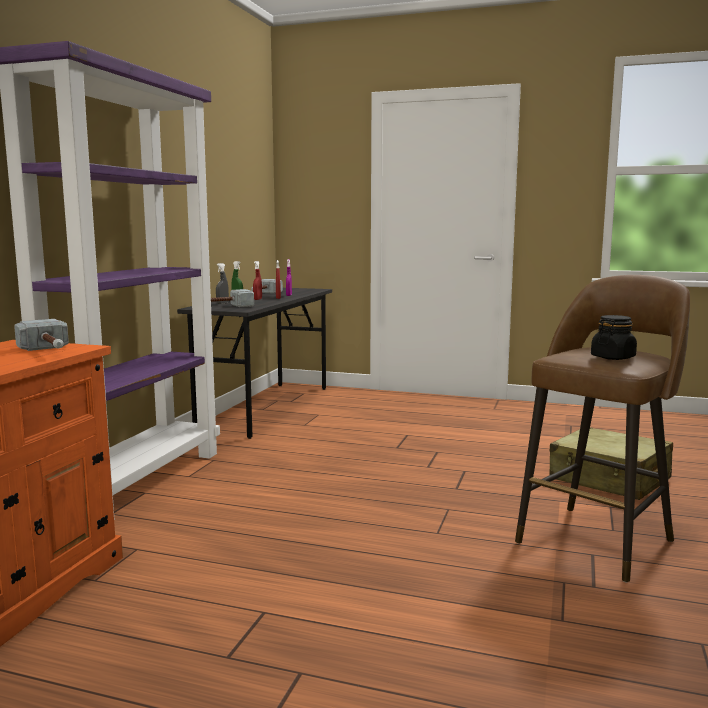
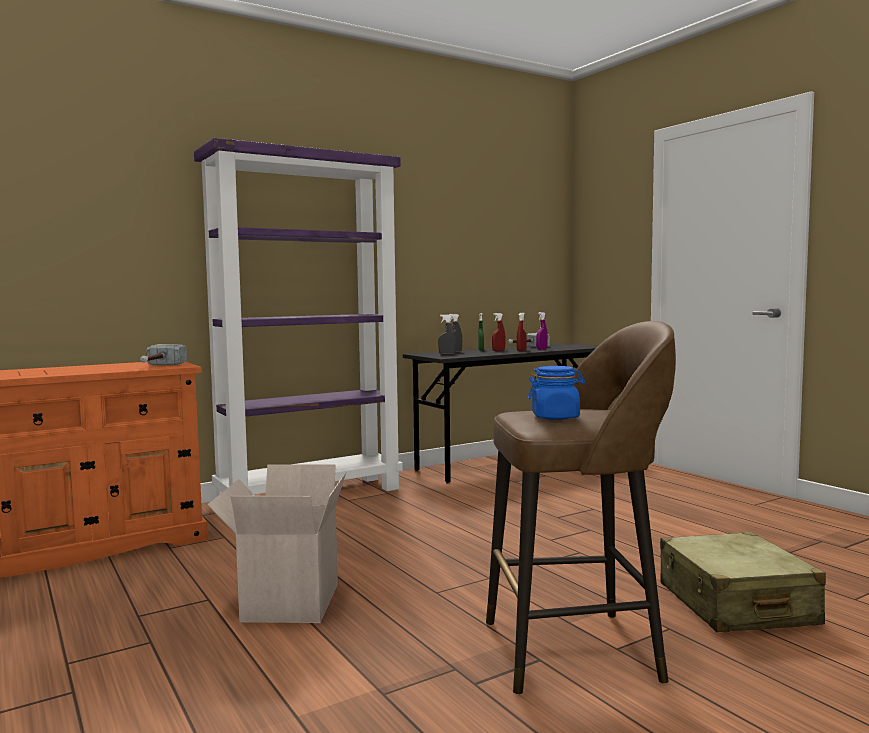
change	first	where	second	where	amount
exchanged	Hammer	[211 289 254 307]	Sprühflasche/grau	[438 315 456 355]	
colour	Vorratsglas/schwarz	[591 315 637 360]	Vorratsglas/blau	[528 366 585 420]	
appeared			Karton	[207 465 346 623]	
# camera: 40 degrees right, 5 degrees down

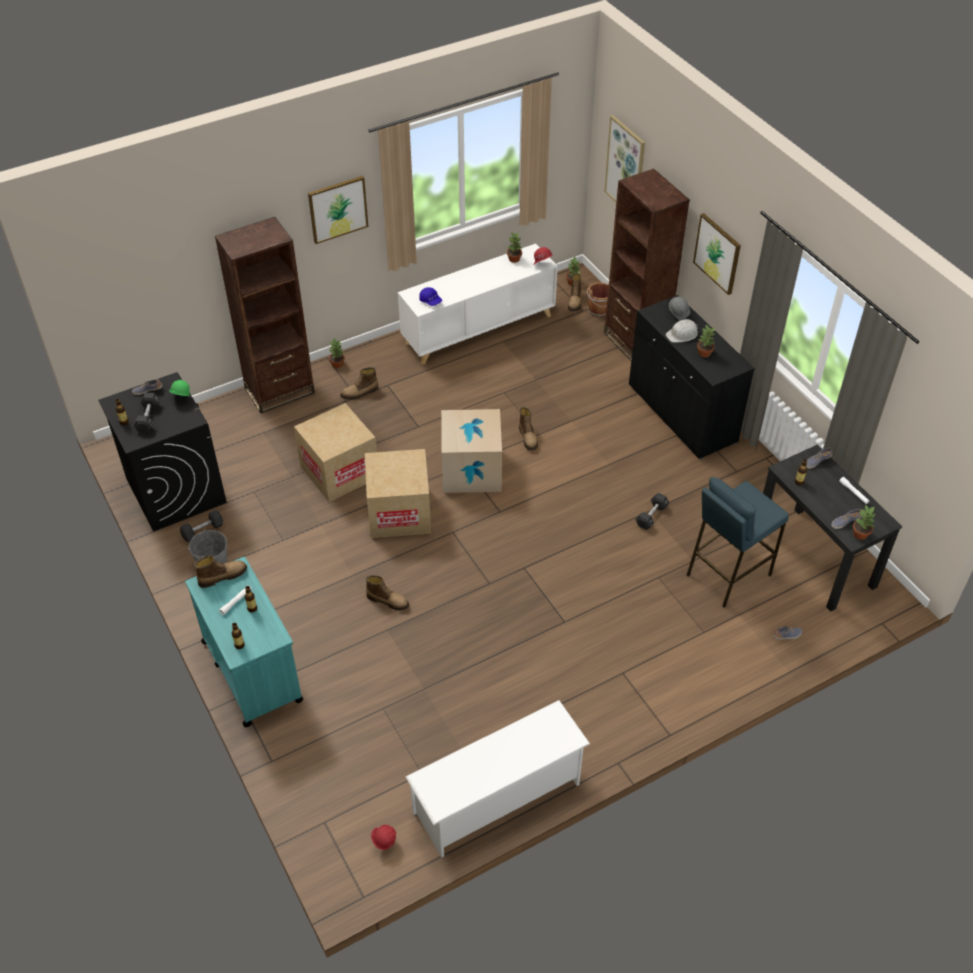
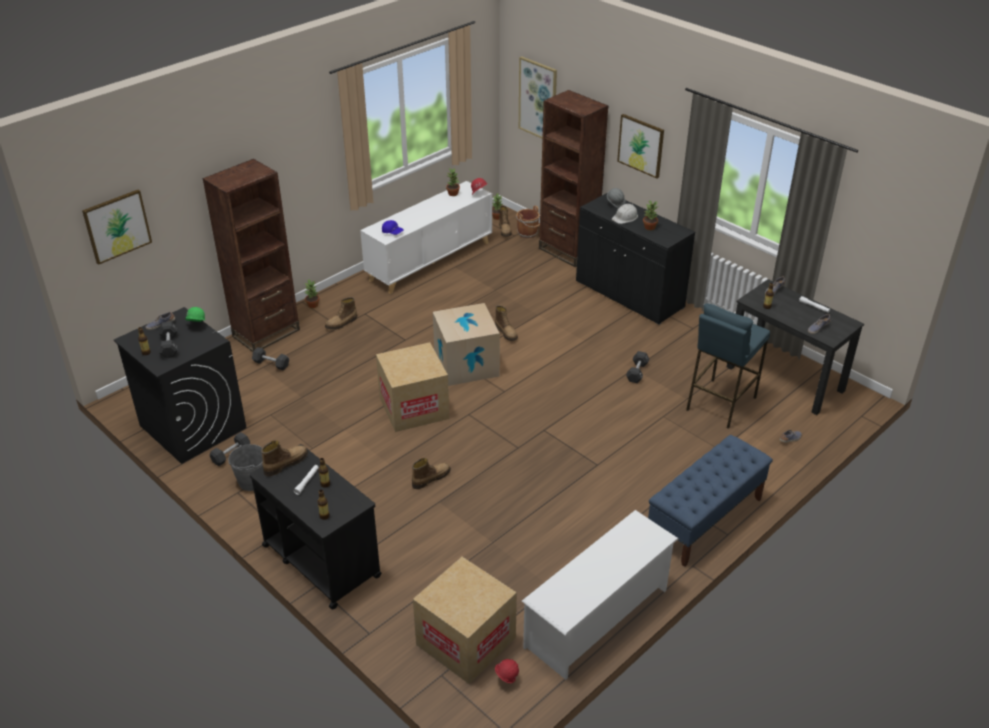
change	first	where	second	where	amount
colour	Rollwagen/türkis	[185 556 304 727]	Rollwagen/schwarz	[250 444 382 609]	
relocated	Karton	[294 403 377 502]		[413 557 517 684]	
relocated	Bild	[308 176 369 244]		[82 189 152 265]	
spun	Stiefel	[366 575 409 610]		[412 458 451 489]	45 degrees counterclockwise
missing	Topfpflanze	[853 504 876 540]			
appeared			Hantel/schwarz	[252 347 289 371]	
appeared			Bank/blau	[648 435 773 567]	
# camera: 15 degrees left, 10 degrees down

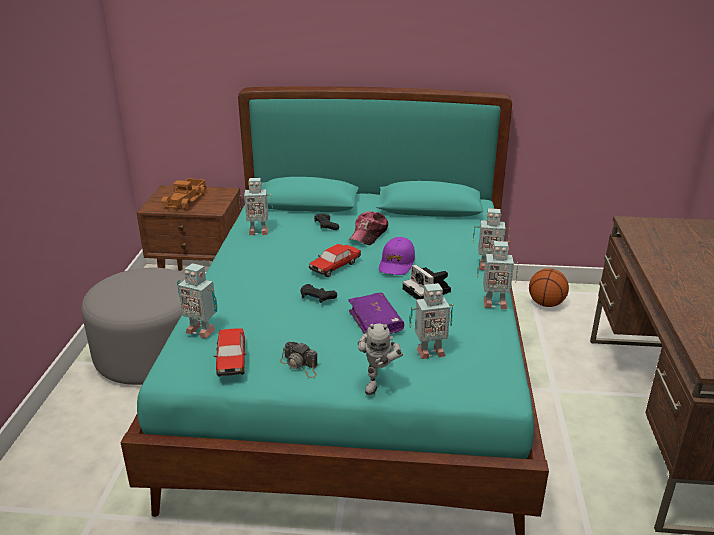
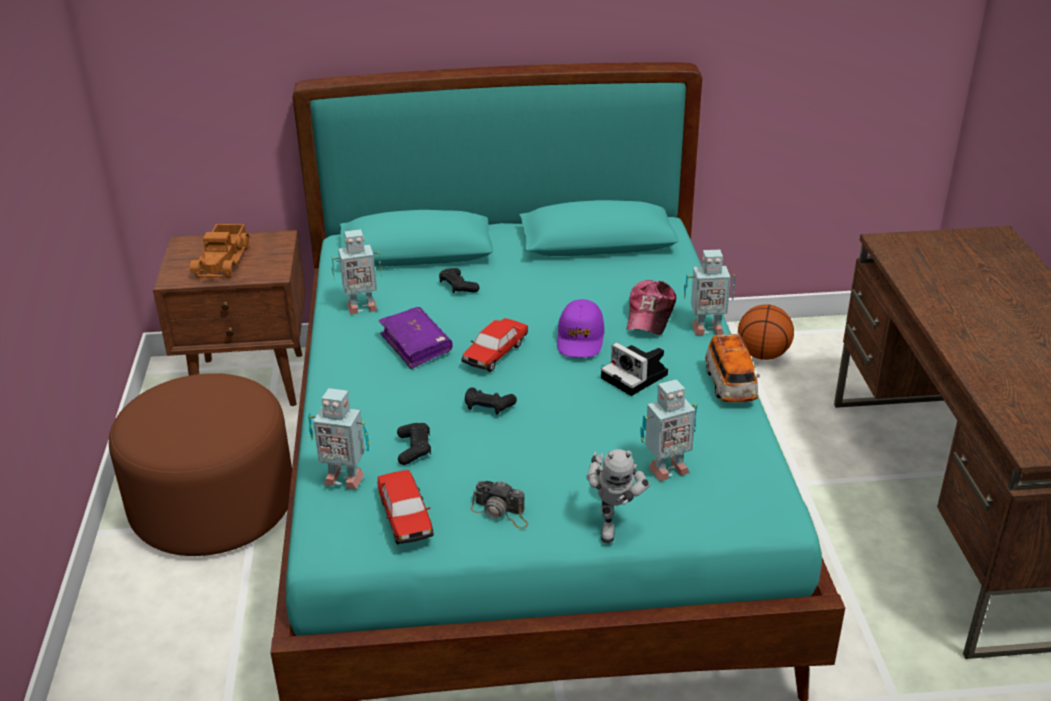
change	first	where	second	where	amount
colour	Polsterhocker/grau	[81 268 185 385]	Polsterhocker/braun	[109 373 292 556]	
relocated	Buch/lila	[348 293 404 334]		[379 307 453 369]	
relocated	Kappe	[349 211 388 245]		[626 280 676 335]	
exchanged	Spielzeugroboter	[477 241 518 309]	Spielzeugauto	[705 334 760 402]	
appeared			Gamepad/schwarz	[397 423 431 465]	
# camera: 10 degrees left, 5 degrees up

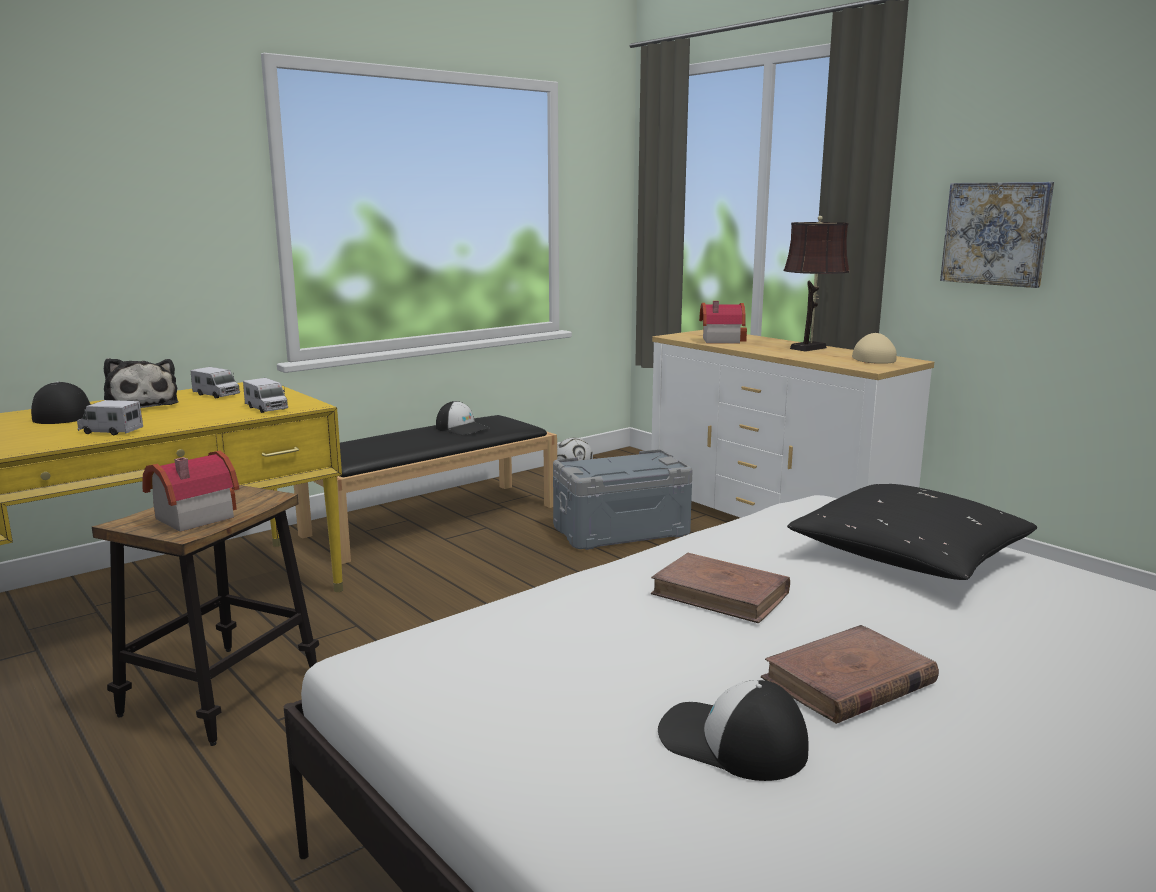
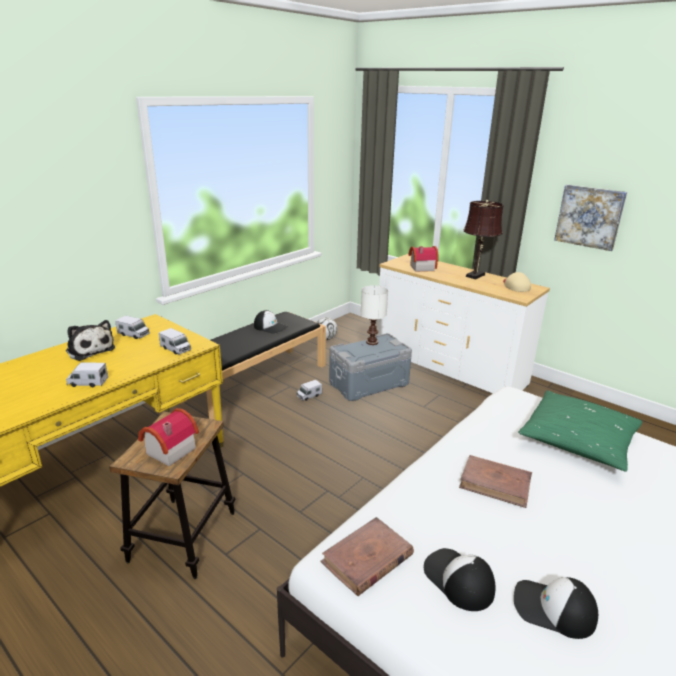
change	first	where	second	where	amount
relocated	Kappe	[31 381 91 424]		[424 548 496 611]	
relocated	Buch/braun	[761 625 939 724]		[320 517 414 596]	
colour	Kissen/schwarz	[787 484 1037 580]	Kissen/grün	[518 391 642 472]	
appeared			Spielzeuglaster	[297 380 322 401]	
appeared			Tischlampe/weiß	[361 285 388 345]	
# camera: 10 degrees left, 10 degrees up

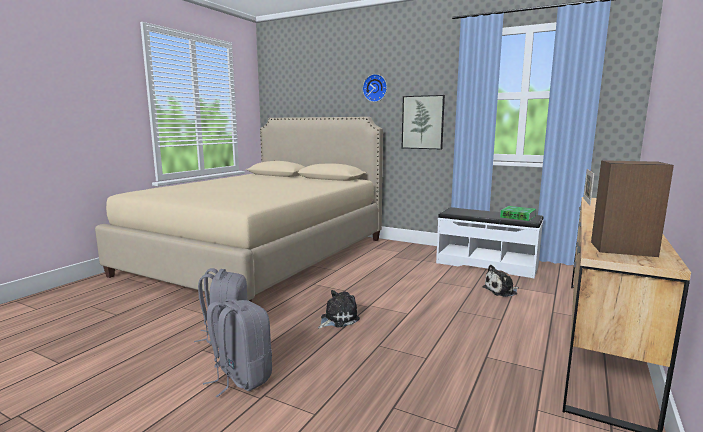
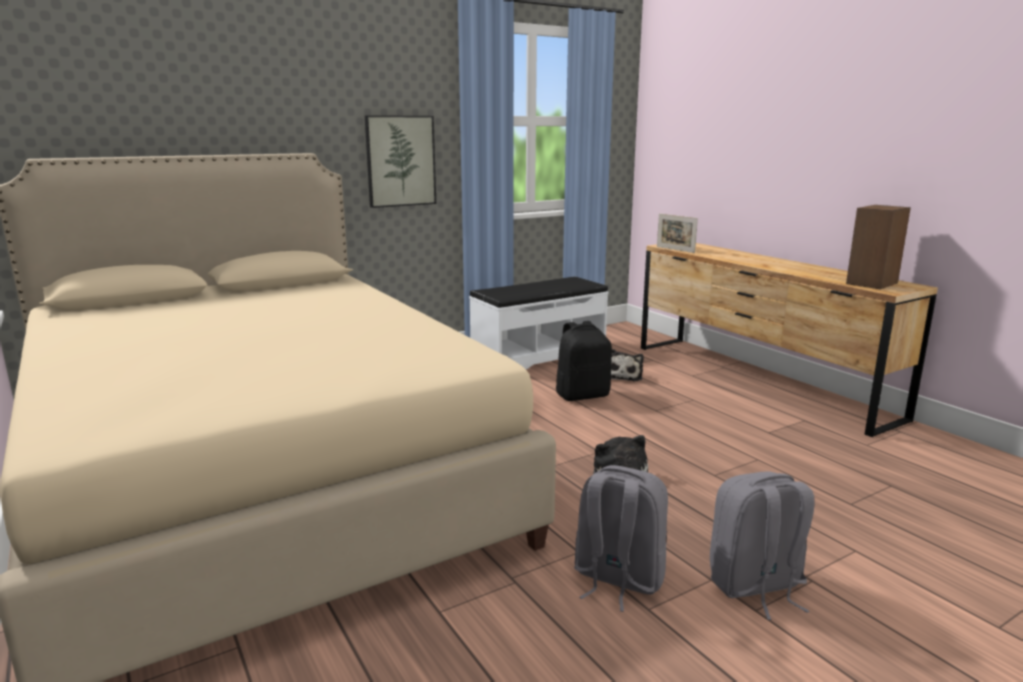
change	first	where	second	where	amount
missing	Wanduhr	[363 74 387 102]			
missing	Buch	[500 206 536 221]			
appeared			Rucksack/schwarz	[556 321 612 401]	
# camera: 60 degrees left, 5 degrees up

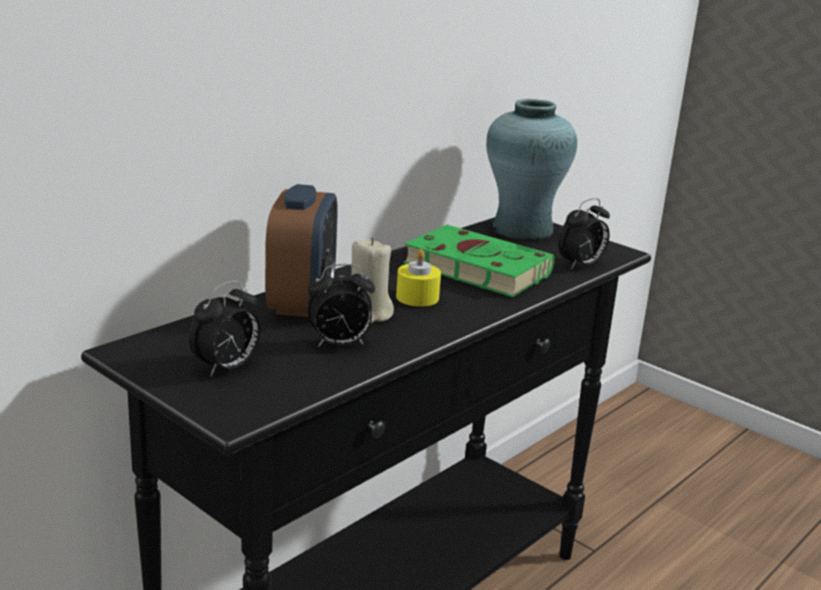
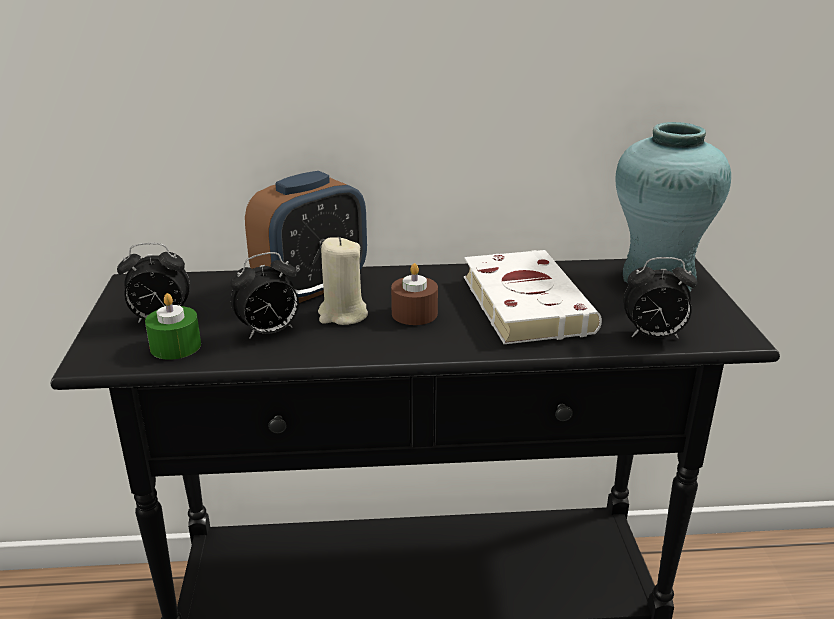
change	first	where	second	where	amount
spun	Wecker	[307 264 375 347]		[231 252 299 339]	60 degrees counterclockwise
colour	Kerze/gelb	[396 249 441 307]	Kerze/braun	[391 263 438 325]	
colour	Buch/grün	[403 225 554 297]	Buch/weiß	[464 250 602 344]	
appeared			Kerze/grün	[145 293 201 360]	
# camera: 45 degrees right, 5 degrees up

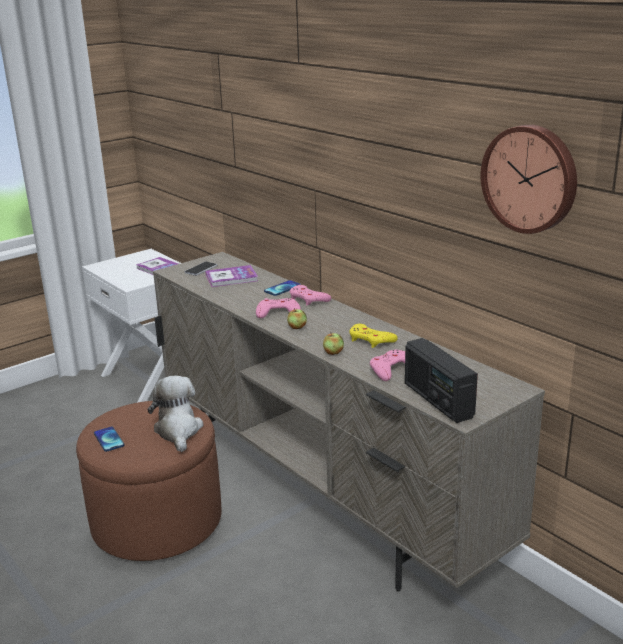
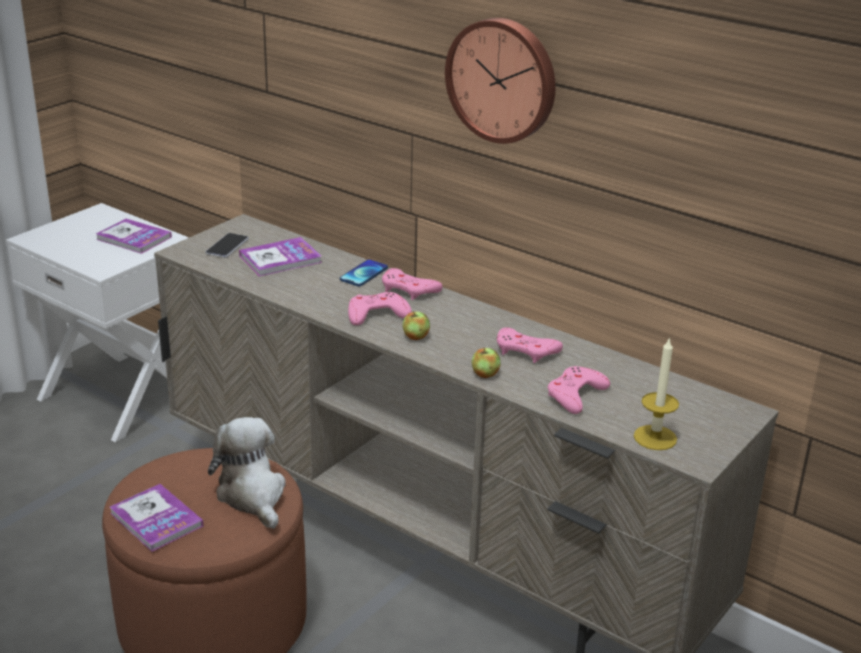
change	first	where	second	where	amount
exchanged	Handy	[94 427 124 452]	Buch	[110 484 203 552]	
colour	Gamepad/gelb	[349 324 398 348]	Gamepad/rosa	[497 327 563 363]	
exchanged	Radio	[405 338 478 423]	Kerze	[634 337 679 450]	
relocated	Wanduhr	[481 125 577 234]		[445 18 556 144]	
# camera: 15 degrees left, 5 degrees up

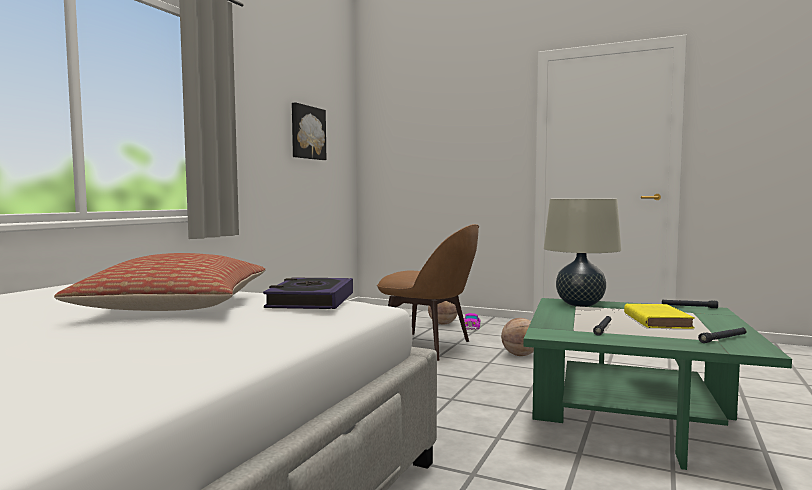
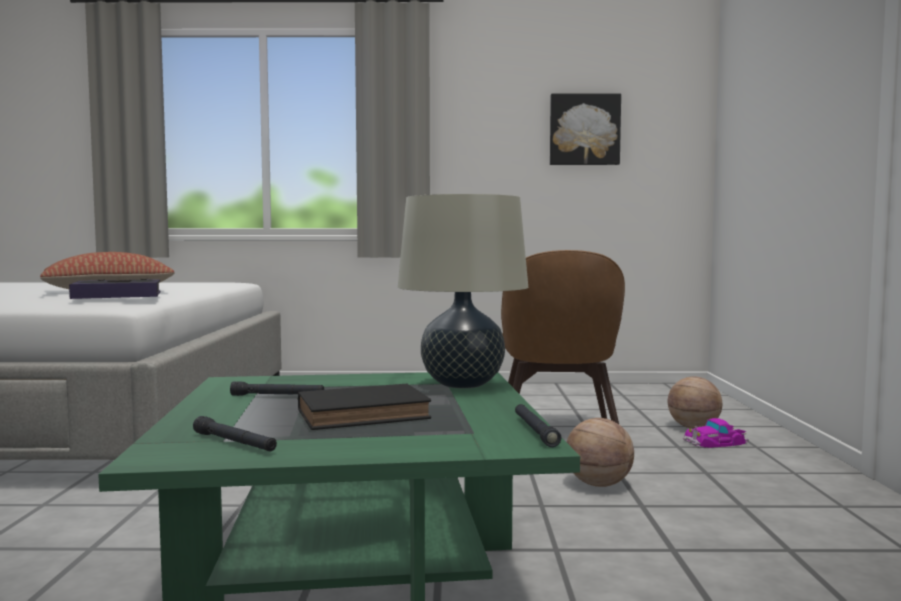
change	first	where	second	where	amount
colour	Buch/gelb	[624 304 695 329]	Buch/schwarz	[298 383 431 430]	
# camera: 65 degrees right, 0 degrees up

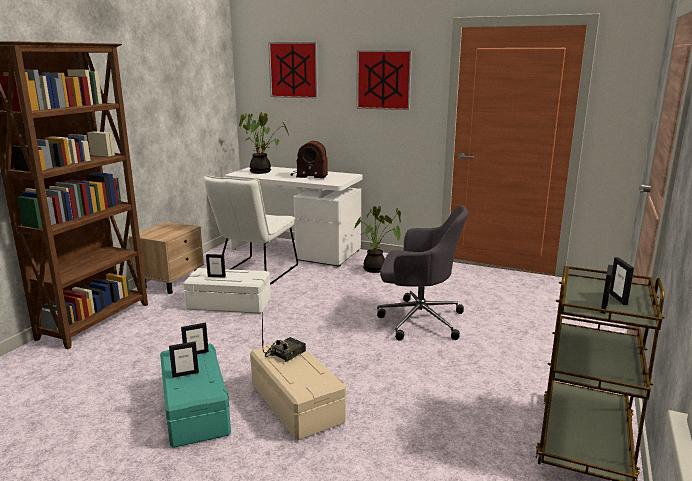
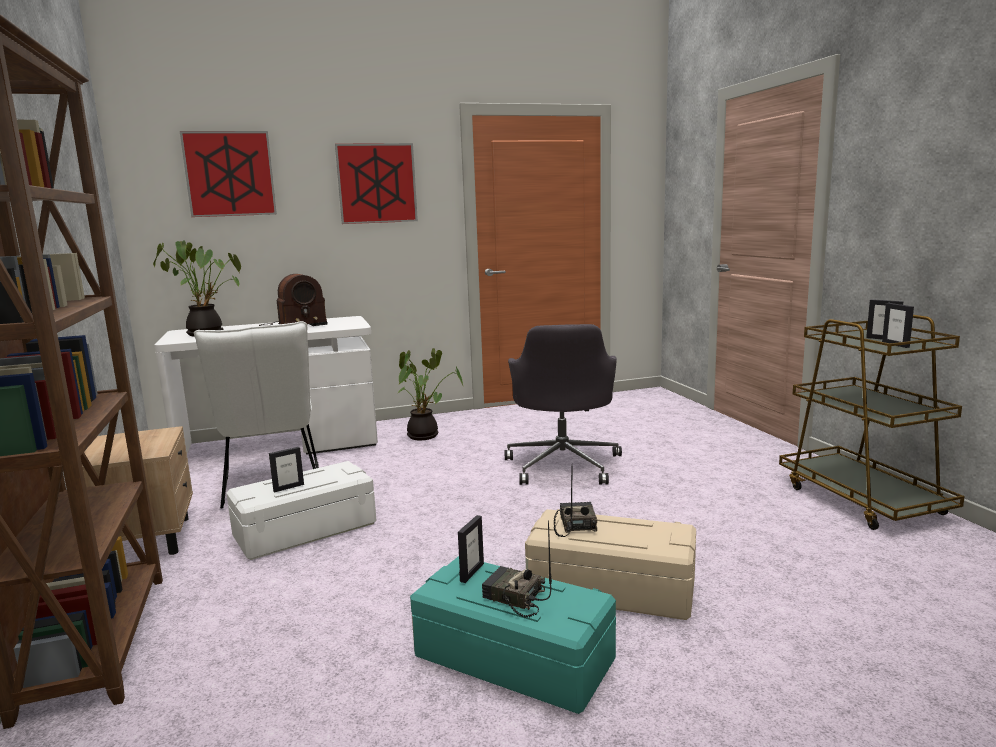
change	first	where	second	where	amount
exchanged	Bilderrahmen	[169 341 199 378]	Radio	[482 520 552 618]	
spun	Bürostuhl/grau	[377 205 468 341]		[505 324 622 485]	120 degrees clockwise
# camera: 40 degrees left, 5 degrees down

